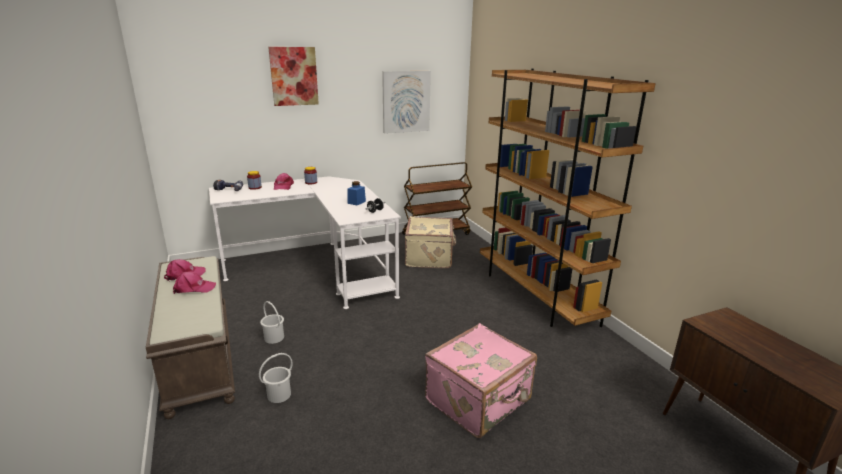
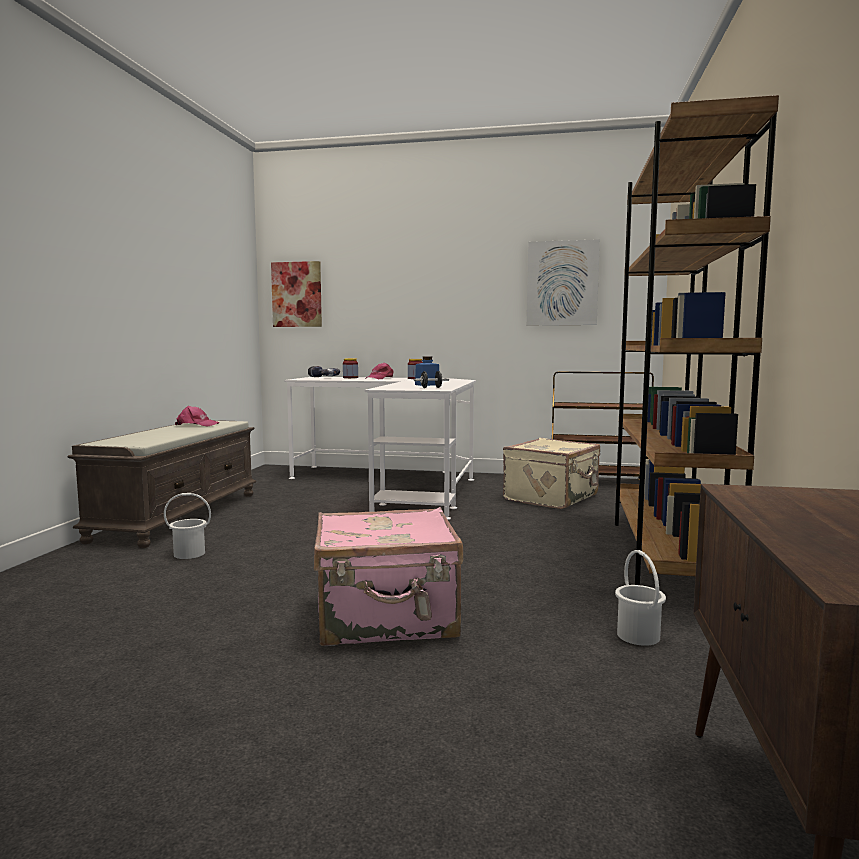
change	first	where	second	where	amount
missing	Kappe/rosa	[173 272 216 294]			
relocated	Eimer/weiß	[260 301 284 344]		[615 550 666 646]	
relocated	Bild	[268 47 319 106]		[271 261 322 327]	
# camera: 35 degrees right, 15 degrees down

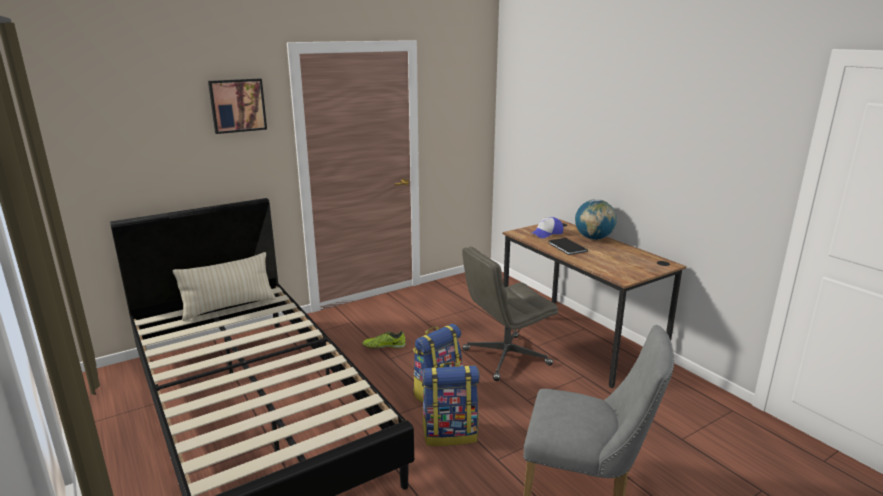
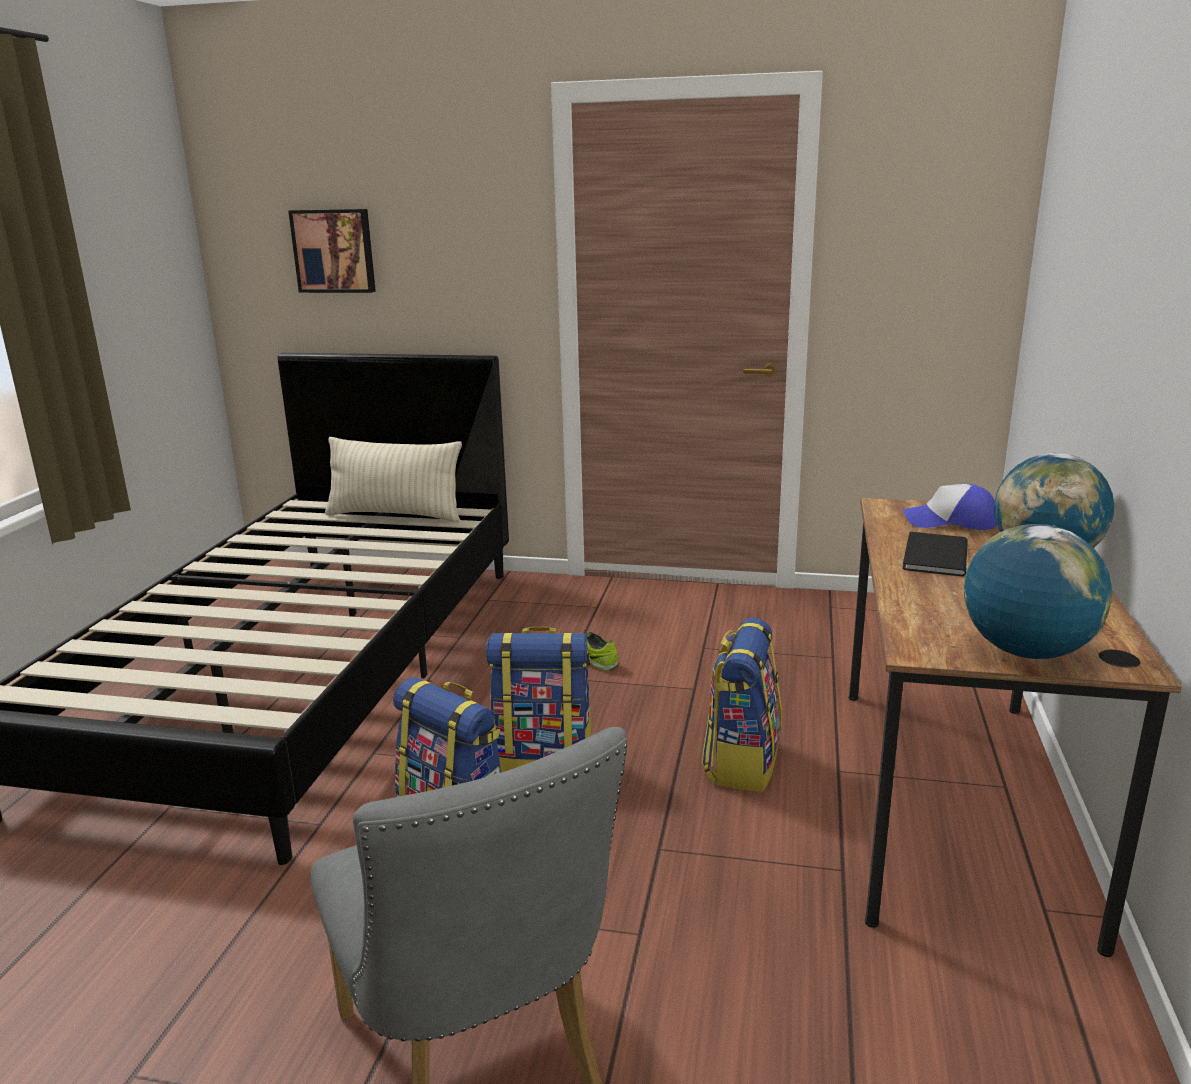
change	first	where	second	where	amount
relocated	Bild	[208 78 267 134]		[288 209 376 293]	
exchanged	Bürostuhl/grau	[462 246 558 381]	Rucksack	[702 618 782 792]	
appeared			Globus	[964 524 1112 659]	
# camera: 45 degrees right, 0 degrees up

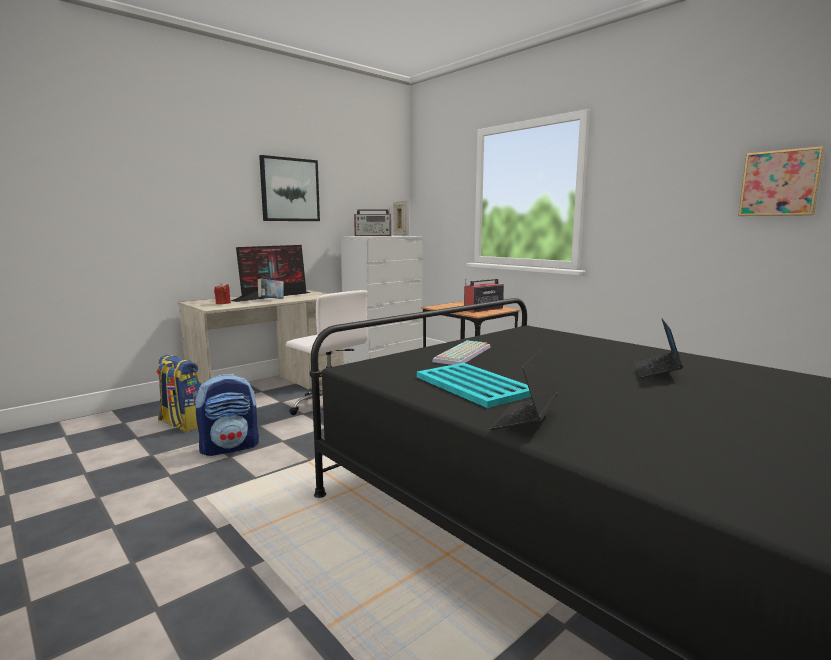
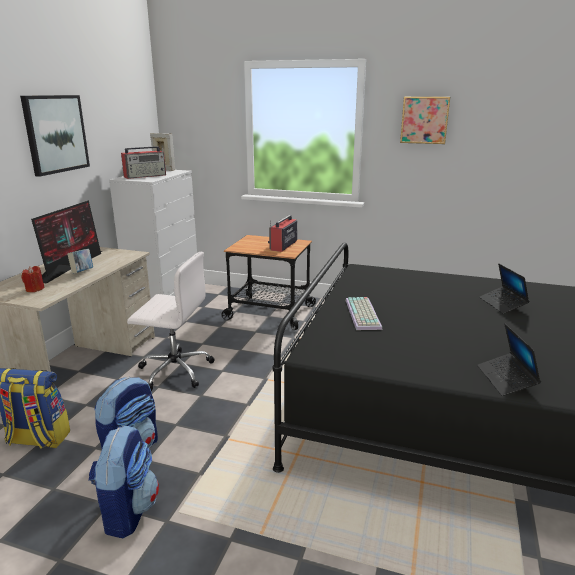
change	first	where	second	where	amount
missing	Tablett/türkis	[417 363 531 408]			
relocated	Bild	[739 146 825 216]		[400 97 450 144]	
appeared			Rucksack	[88 425 159 539]	
# camera: 30 degrees left, 10 degrees up

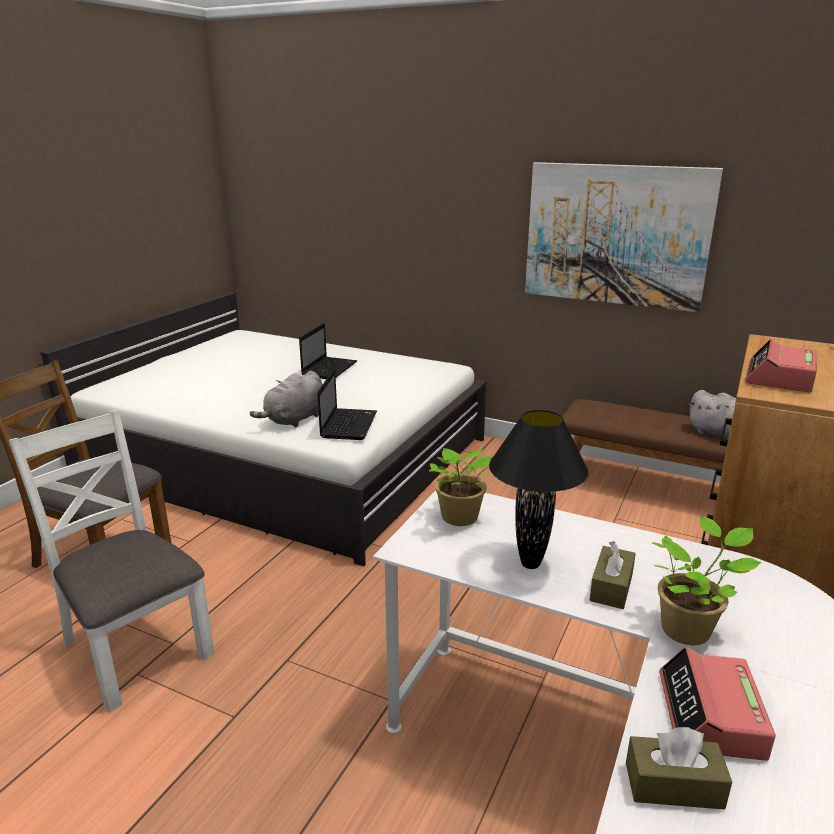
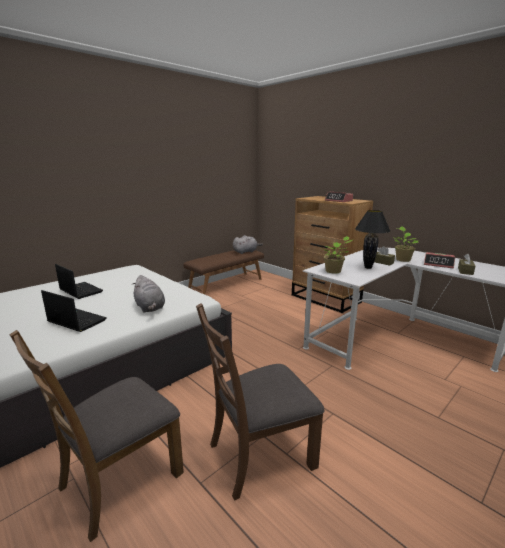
change	first	where	second	where	amount
colour	Stuhl/weiß	[9 410 214 712]	Stuhl/braun	[196 303 325 501]	
relocated	Laptop	[317 369 377 440]		[41 290 107 332]	
missing	Bild	[525 162 723 312]			
# camera: 70 degrees left, 5 degrees down

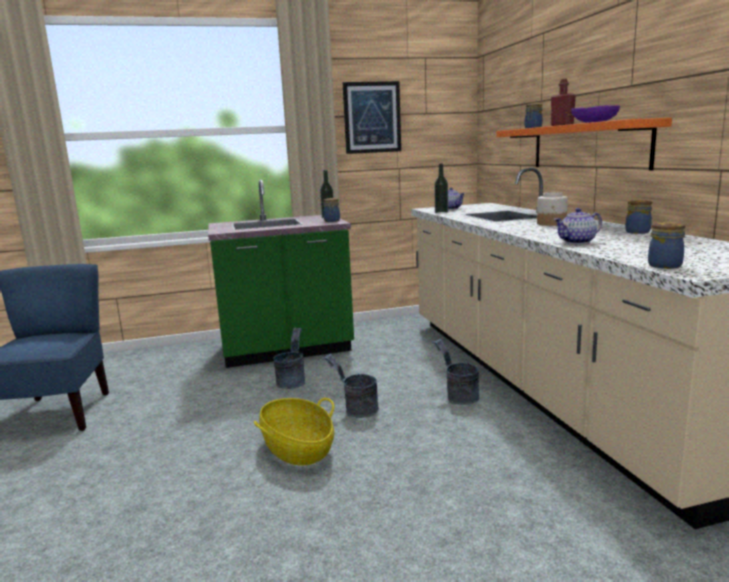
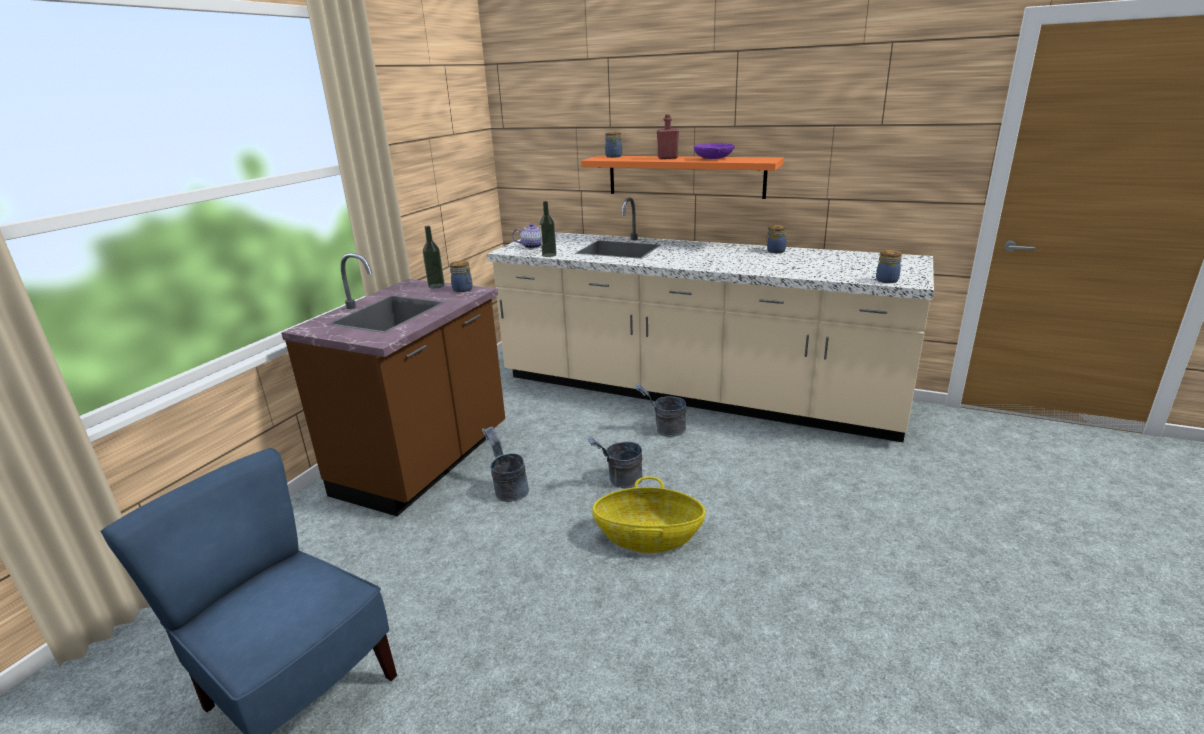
change	first	where	second	where	amount
colour	Küchenzeile/grün	[208 180 354 368]	Küchenzeile/braun	[281 253 505 516]	
missing	Bild	[343 81 401 154]			
missing	Vorratsglas	[537 192 568 226]			
missing	Teekanne	[554 208 602 244]			
# camera: 50 degrees left, 10 degrees up

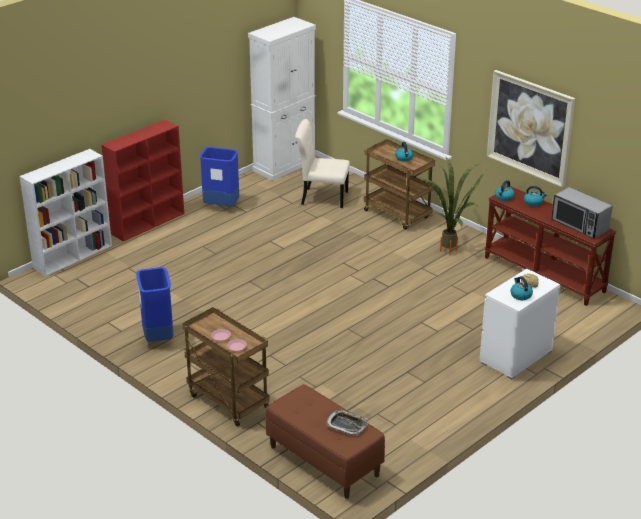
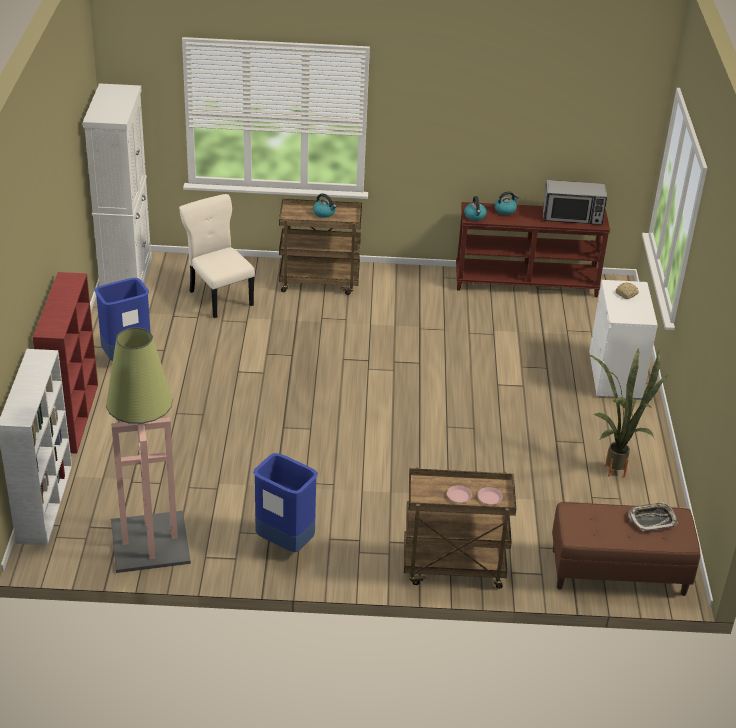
change	first	where	second	where	amount
spun	Stuhl/beige	[295 119 350 208]		[179 194 255 318]	90 degrees clockwise
relocated	Topfpflanze	[424 157 488 255]		[588 348 668 477]	
missing	Bild	[487 70 575 187]			
missing	Wasserkessel	[510 276 533 300]			
appeared			Stehlampe	[106 327 191 573]	
# camera: 45 degrees left, 5 degrees up

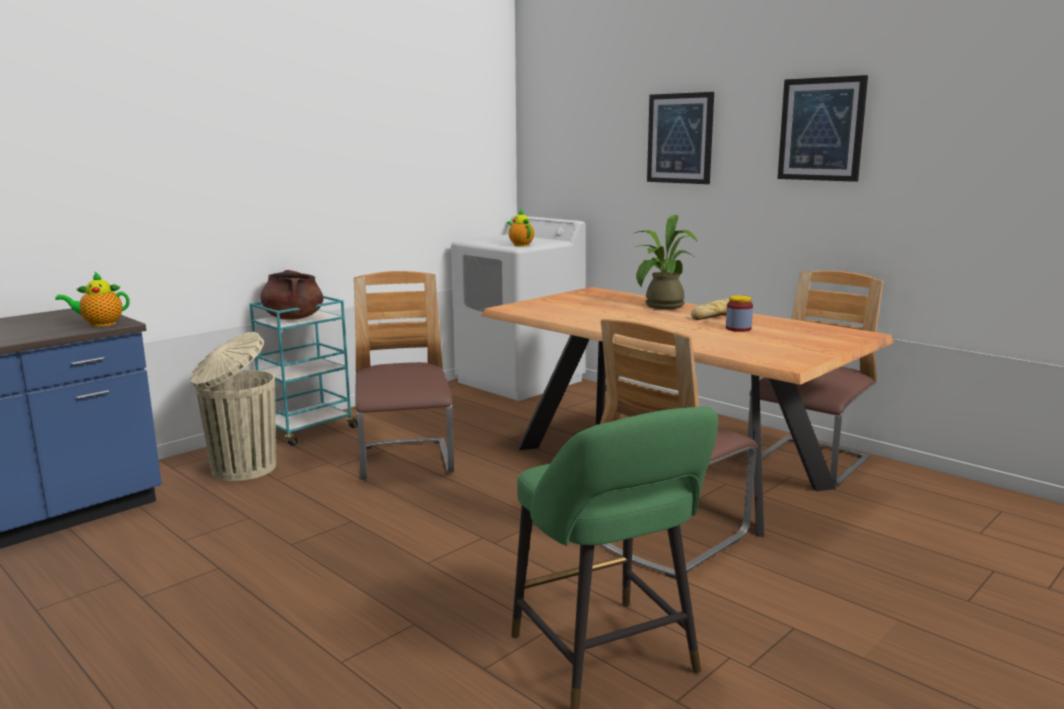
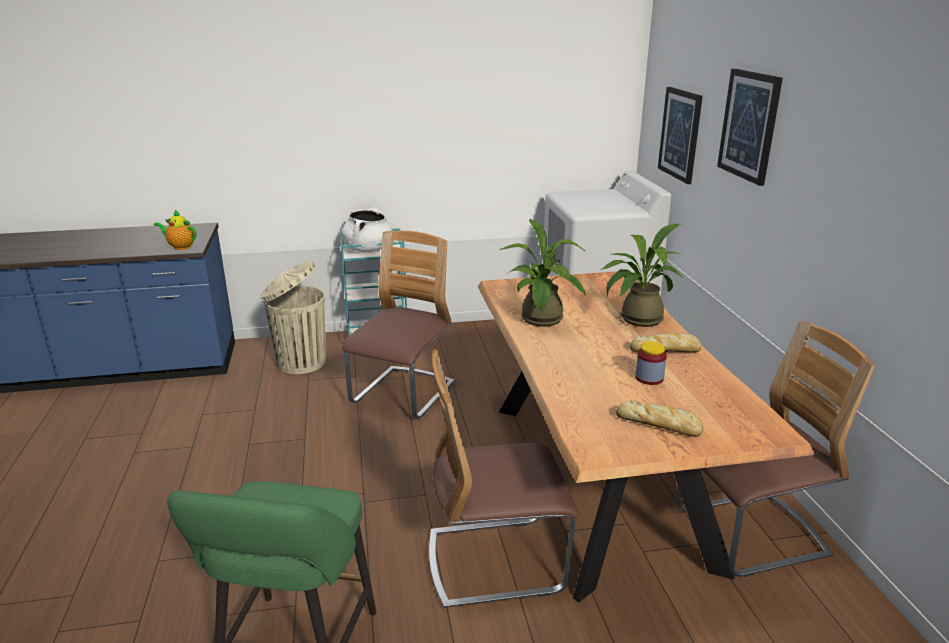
change	first	where	second	where	amount
colour	Kochtopf/braun	[260 270 323 320]	Kochtopf/weiß	[342 207 392 252]	
missing	Teekanne	[507 209 534 247]			
relocated	Bild	[778 75 868 182]		[658 87 703 184]	
appeared			Topfpflanze	[500 219 586 327]	
appeared			Brot	[616 401 703 437]	
# camera: 35 degrees right, 10 degrees up

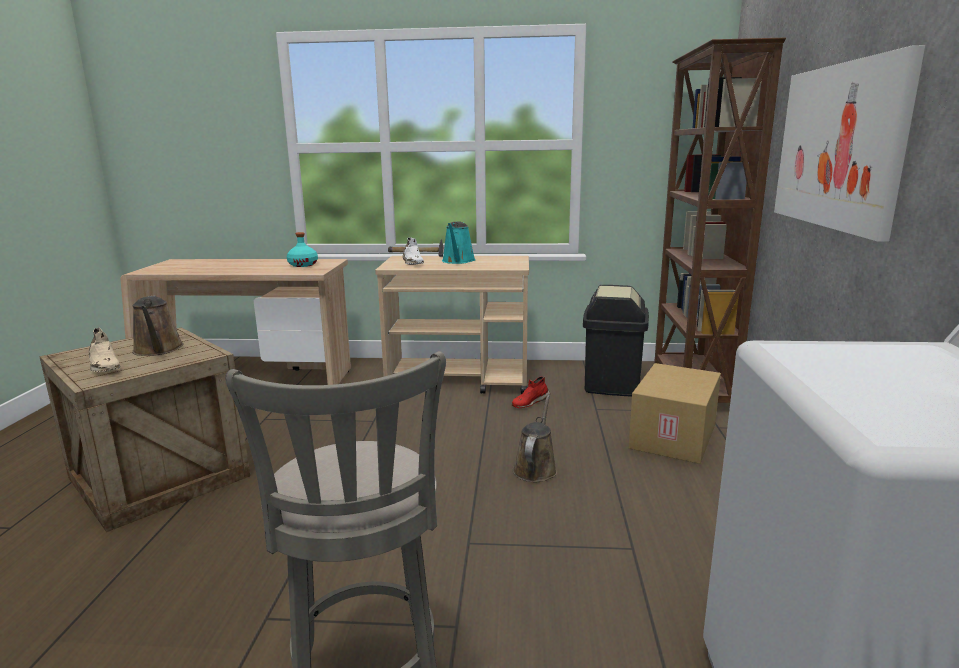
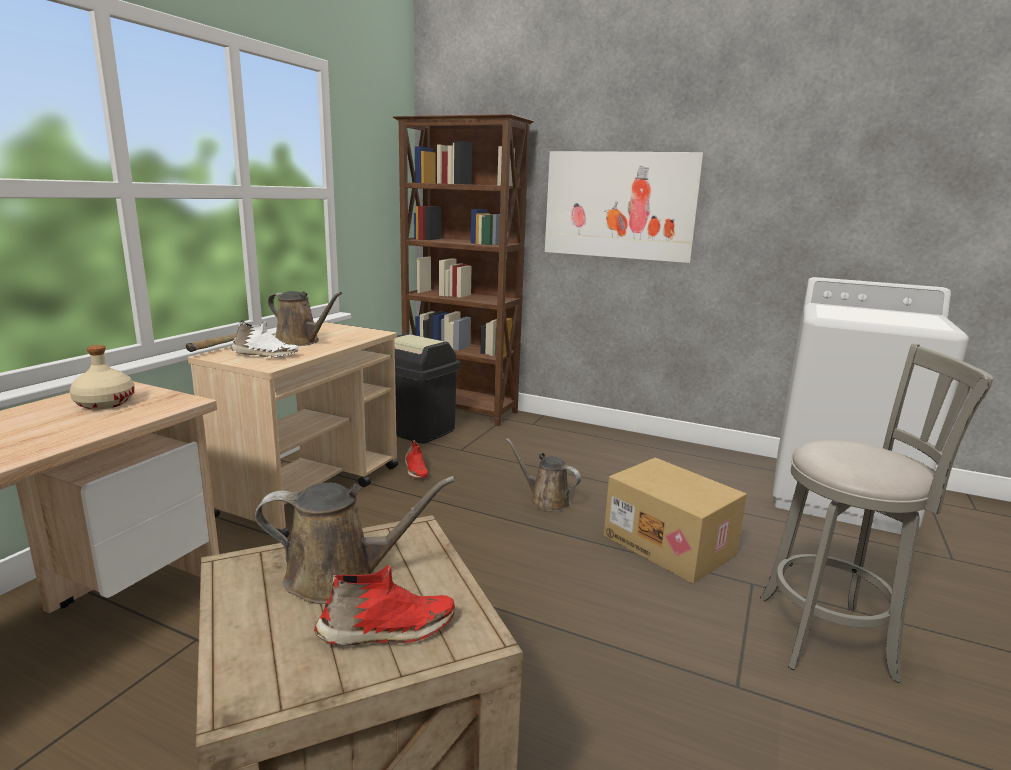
change	first	where	second	where	amount
colour	Schuh/beige	[89 327 120 372]	Schuh/rot	[314 564 455 645]	
colour	Flasche/türkis	[287 232 318 267]	Flasche/beige	[70 345 135 409]	
colour	Gießkanne/türkis	[442 221 476 264]	Gießkanne/braun	[268 291 342 346]	
relocated	Karton	[629 363 721 464]		[604 458 747 584]	
# camera: 70 degrees left, 0 degrees up

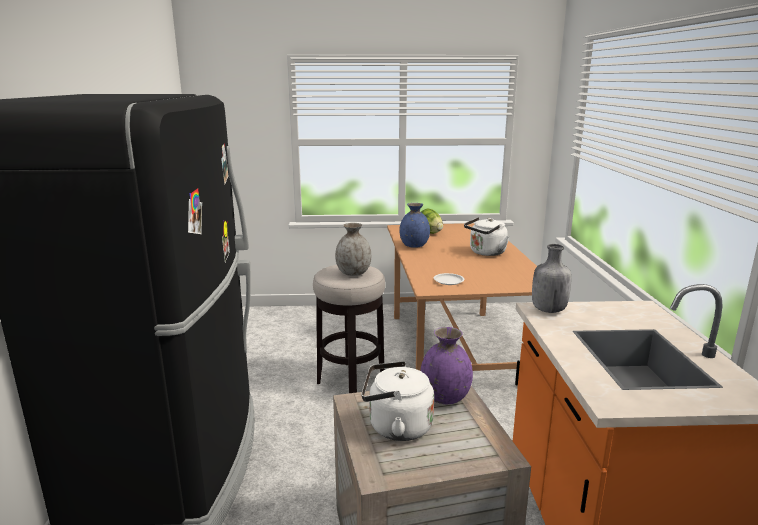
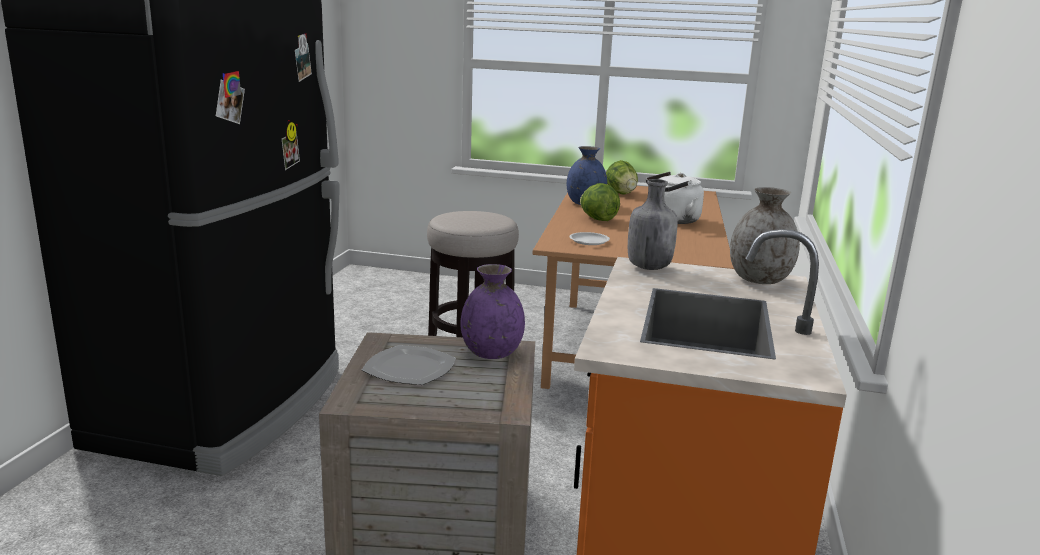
change	first	where	second	where	amount
relocated	Vase/grau	[335 223 371 276]		[730 187 800 284]	
exchanged	Wasserkessel/weiß	[361 361 434 441]	Teller	[362 345 456 385]	
appeared			Salatkopf	[580 183 620 221]	
# camera: 15 degrees right, 0 degrees up

